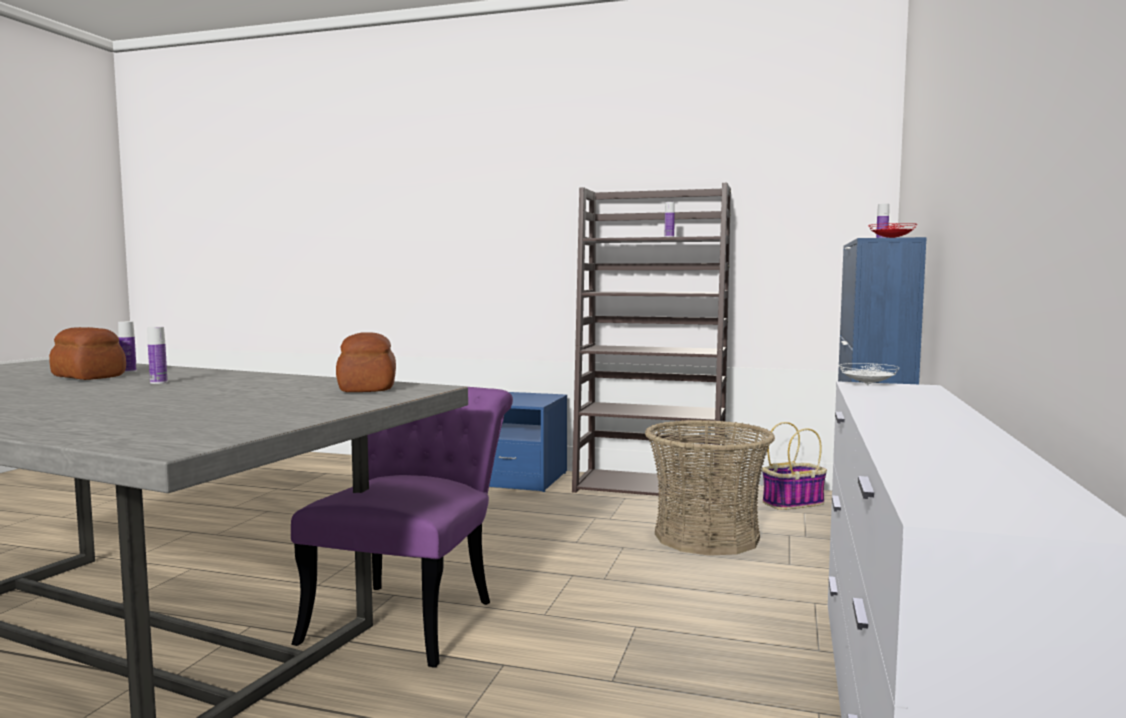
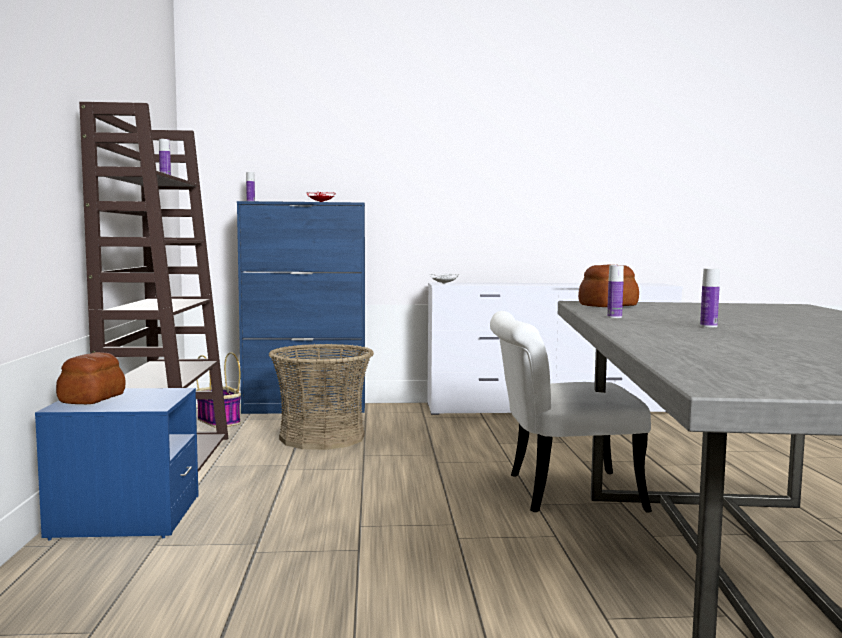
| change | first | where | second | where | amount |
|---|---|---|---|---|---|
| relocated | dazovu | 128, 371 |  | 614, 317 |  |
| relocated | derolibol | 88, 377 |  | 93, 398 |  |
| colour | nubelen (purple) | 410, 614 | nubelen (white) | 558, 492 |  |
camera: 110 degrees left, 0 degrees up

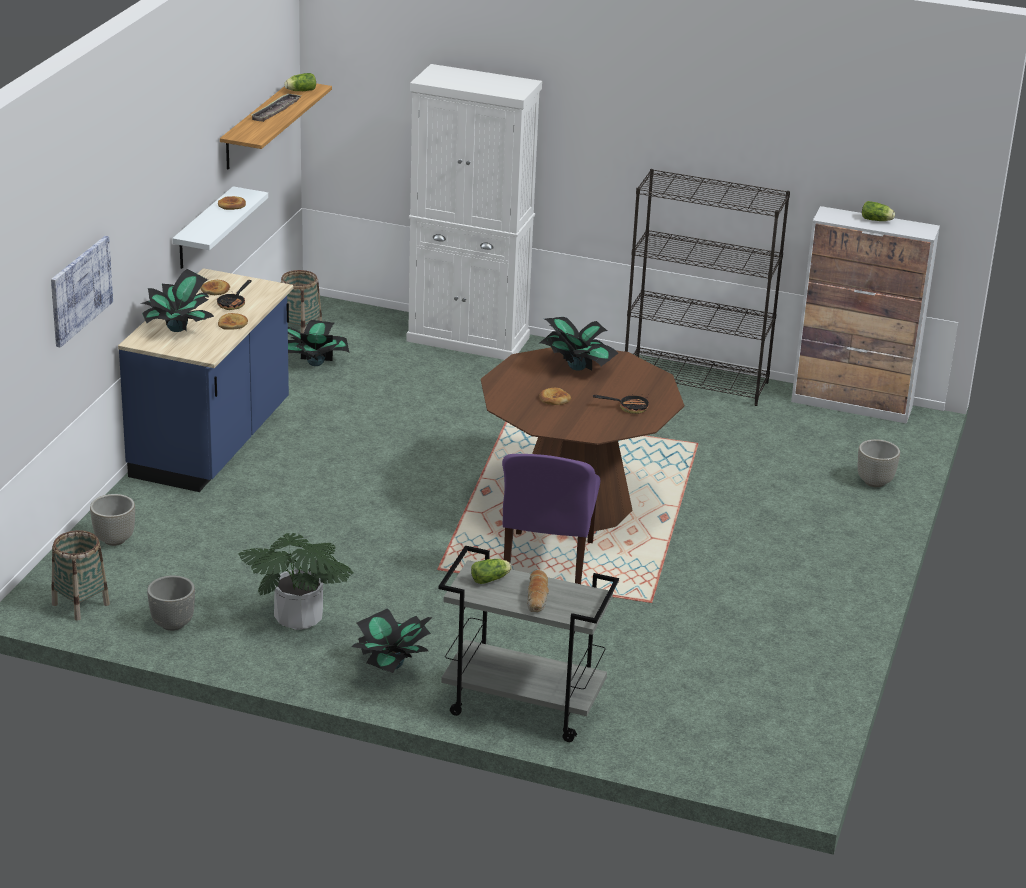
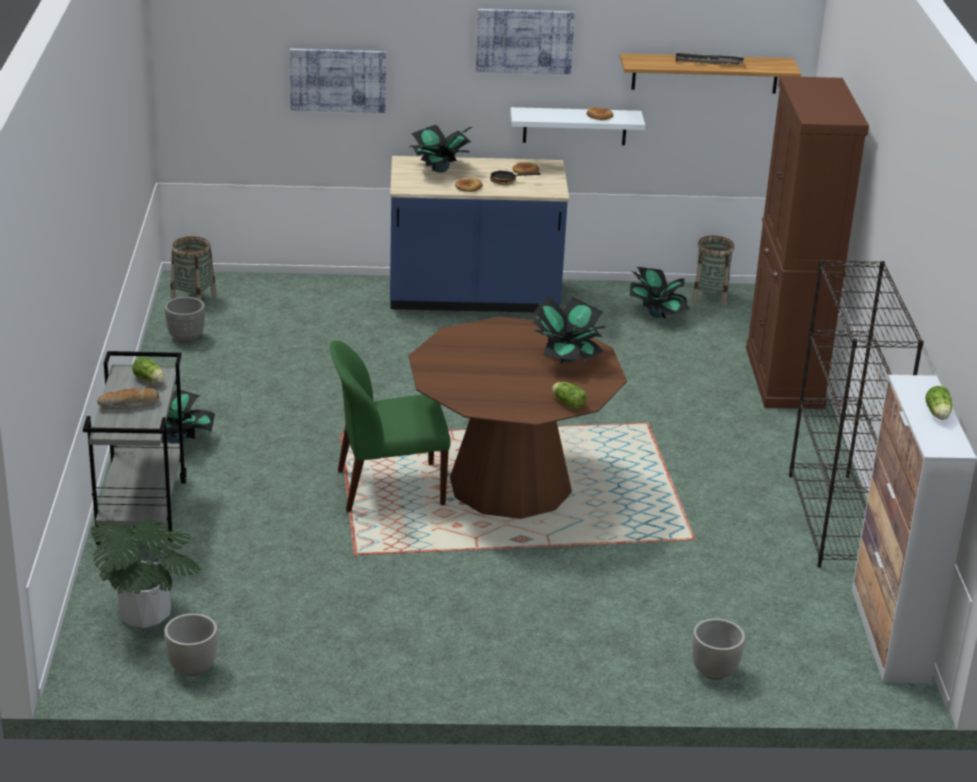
| change | first | where | second | where | amount |
|---|---|---|---|---|---|
| colour | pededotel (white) | 468, 339 | pededotel (brown) | 784, 378 |  |
| relocated | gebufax | 300, 91 |  | 567, 403 |  |
| missing | derolibol | 554, 399 |  |  |  |
| missing | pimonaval | 628, 407 |  |  |  |
| colour | nubelen (purple) | 547, 564 | nubelen (green) | 387, 487 |  |
| relocated | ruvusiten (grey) | 114, 540 |  | 192, 668 |  |
| relocated | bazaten | 298, 619 |  | 145, 615 |  |
| appeared |  |  | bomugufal | 524, 40 |  |
camera: 70 degrees right, 0 degrees up

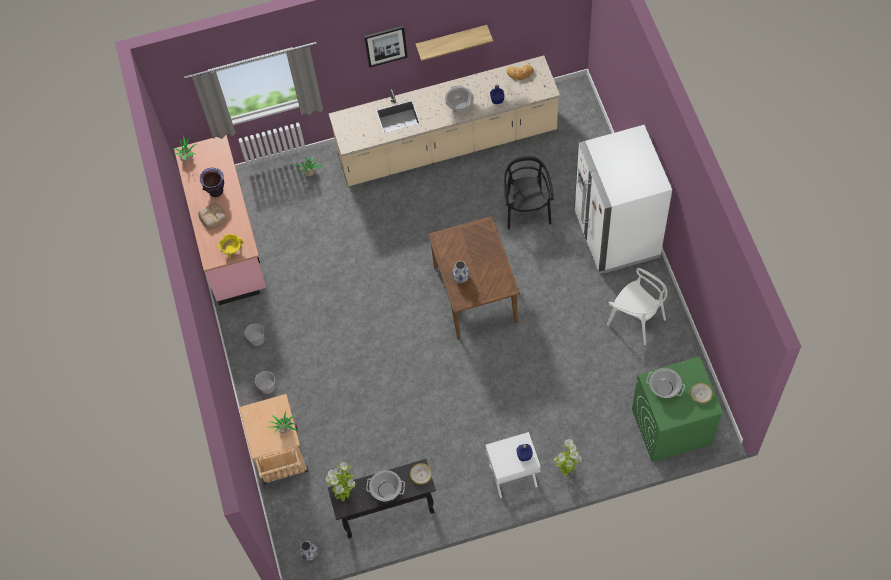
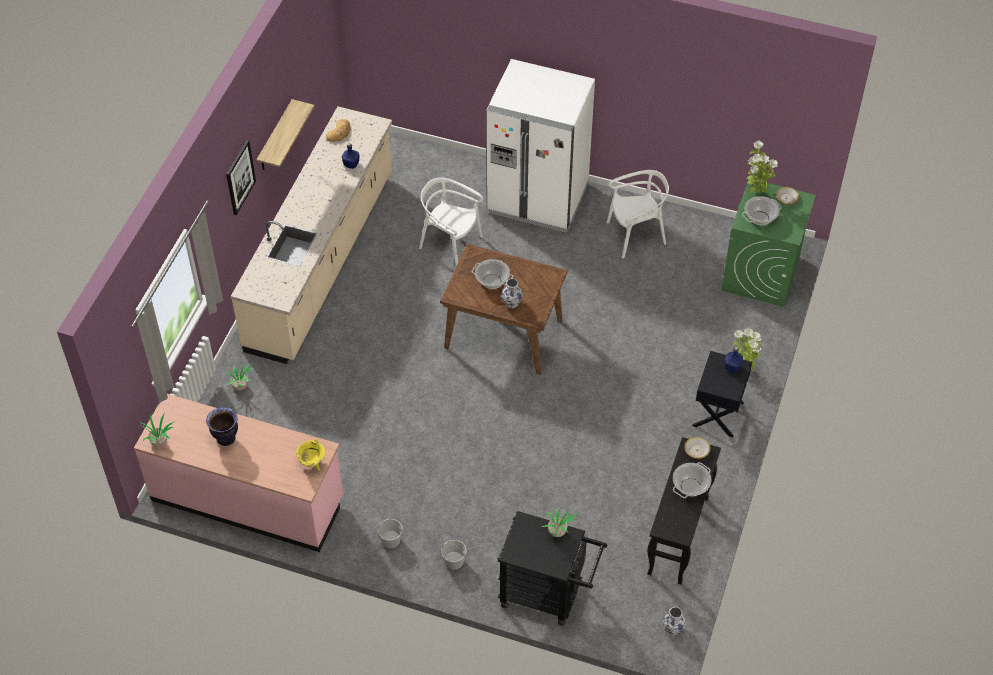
| change | first | where | second | where | amount |
|---|---|---|---|---|---|
| relocated | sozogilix | 459, 105 |  | 492, 281 |  |
| colour | nubelen (black) | 527, 209 | nubelen (white) | 450, 244 |  |
| missing | derolibol | 213, 217 |  |  |  |
| colour | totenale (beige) | 282, 460 | totenale (black) | 548, 594 |  |
| colour | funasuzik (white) | 513, 476 | funasuzik (black) | 718, 414 |  |
| relocated | bazaten | 344, 493 |  | 755, 192 |  |
camera: 60 degrees left, 10 degrees down

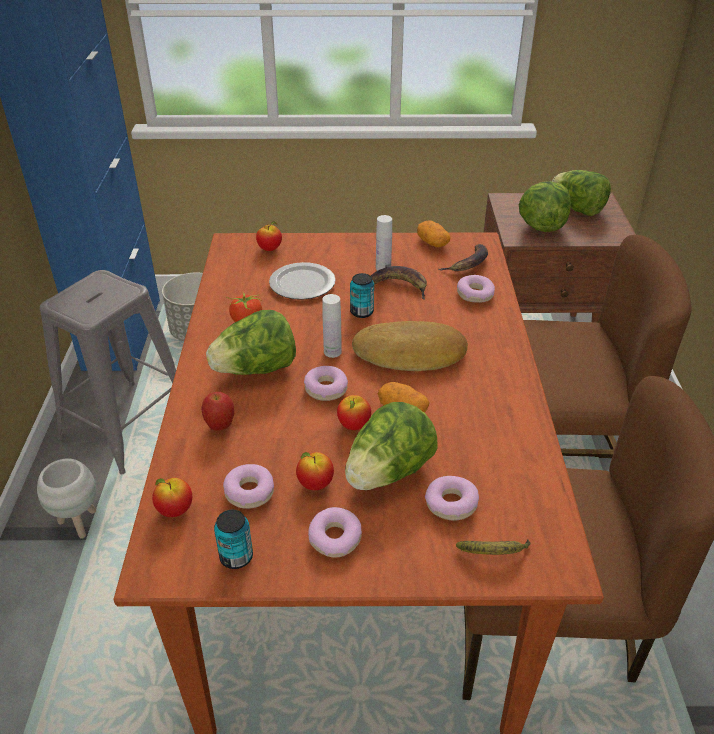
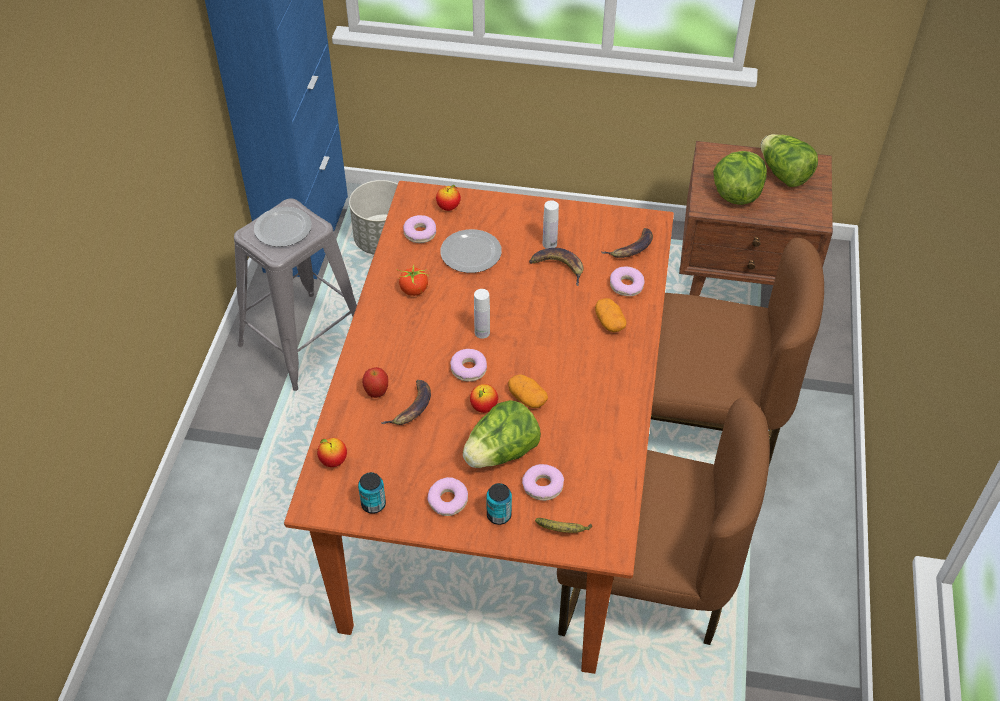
| change | first | where | second | where | amount |
|---|---|---|---|---|---|
| relocated | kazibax | 432, 243 |  | 609, 322 |  |
| relocated | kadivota | 362, 312 |  | 499, 515 |  |
| missing | gebufax | 256, 369 |  |  |  |
| missing | derolibol | 410, 354 |  |  |  |
| missing | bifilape | 315, 484 |  |  |  |
| missing | ruvusiten (white) | 79, 523 |  |  |  |
| relocated | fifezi | 249, 492 |  | 420, 233 |  |
| appeared |  |  | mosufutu | 282, 229 |  |
| appeared |  |  | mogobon | 411, 408 |  |
camera: 10 degrees right, 10 degrees up

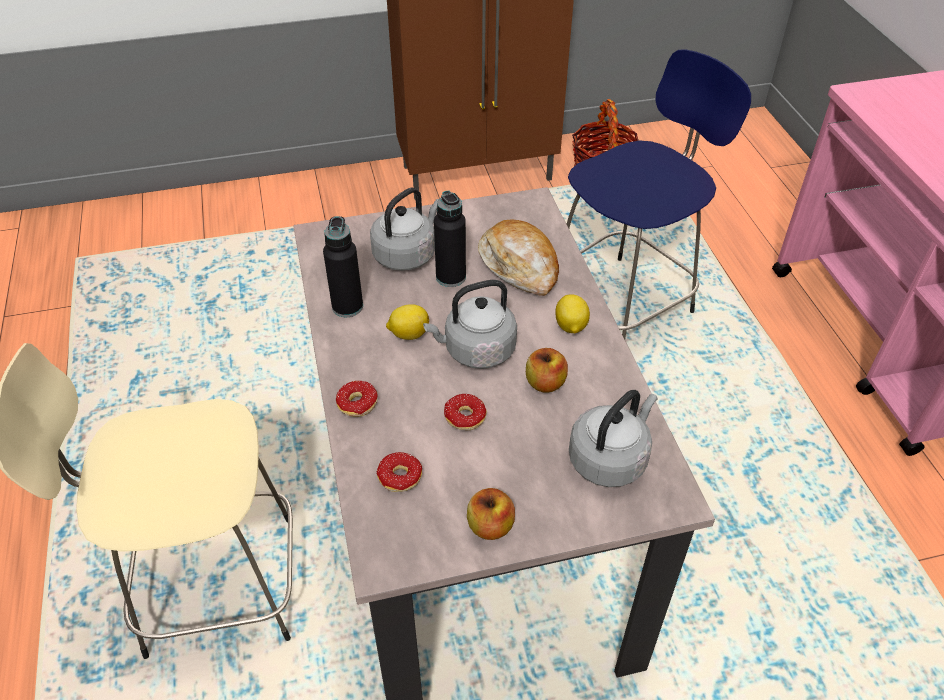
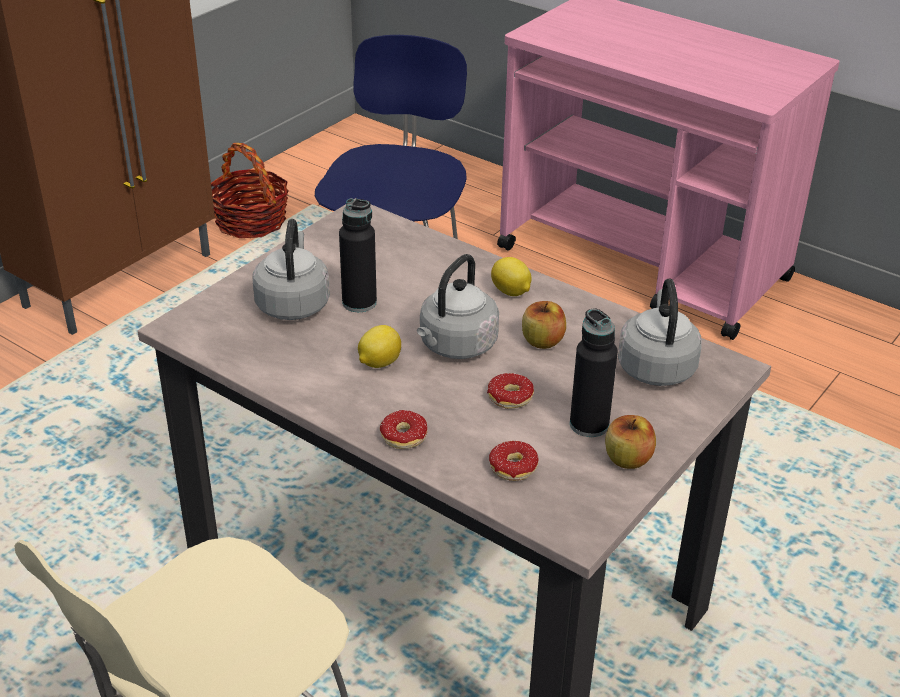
| change | first | where | second | where | amount |
|---|---|---|---|---|---|
| relocated | dazovu (black) | 347, 306 |  | 589, 424 |  |
| missing | derolibol | 520, 266 |  |  |  |
camera: 40 degrees left, 10 degrees down

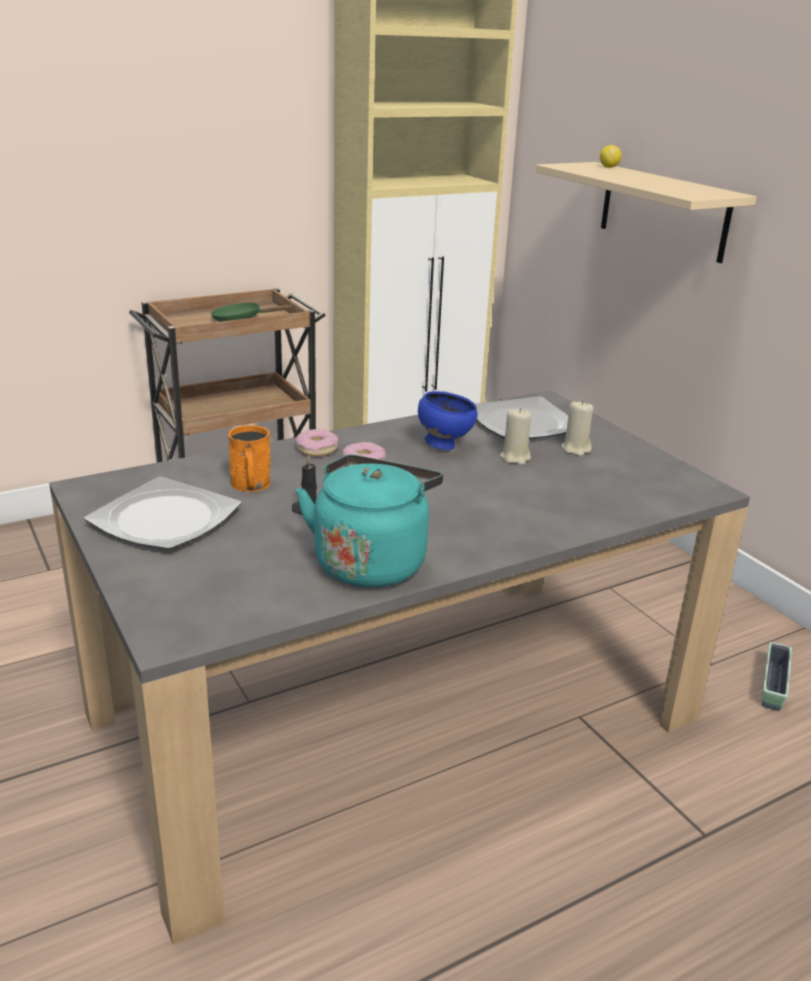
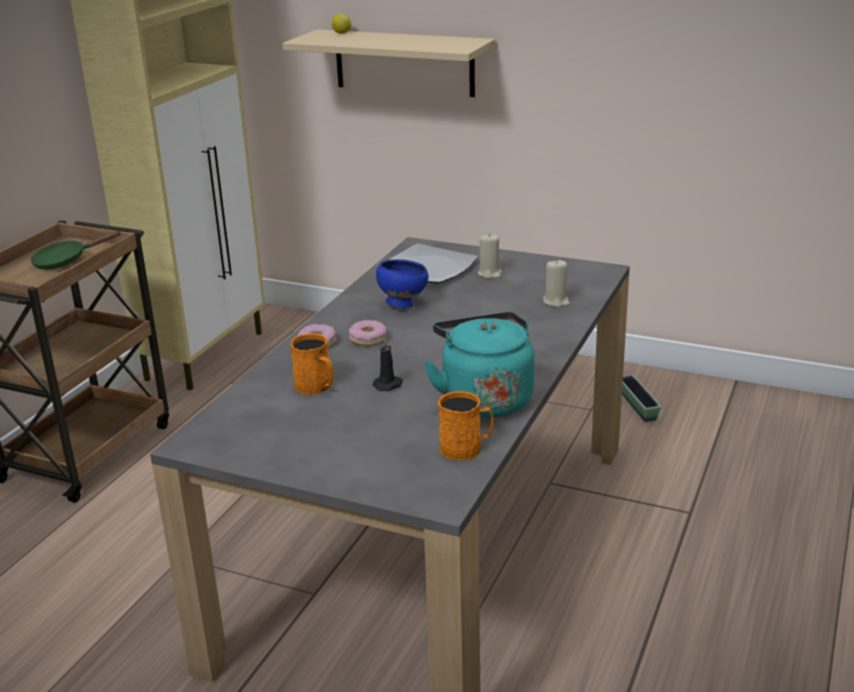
| change | first | where | second | where | amount |
|---|---|---|---|---|---|
| relocated | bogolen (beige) | 515, 457 |  | 556, 301 |  |
| missing | mosufutu | 165, 518 |  |  |  |
| appeared |  |  | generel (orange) | 466, 448 |  |
camera: 35 degrees left, 0 degrees up

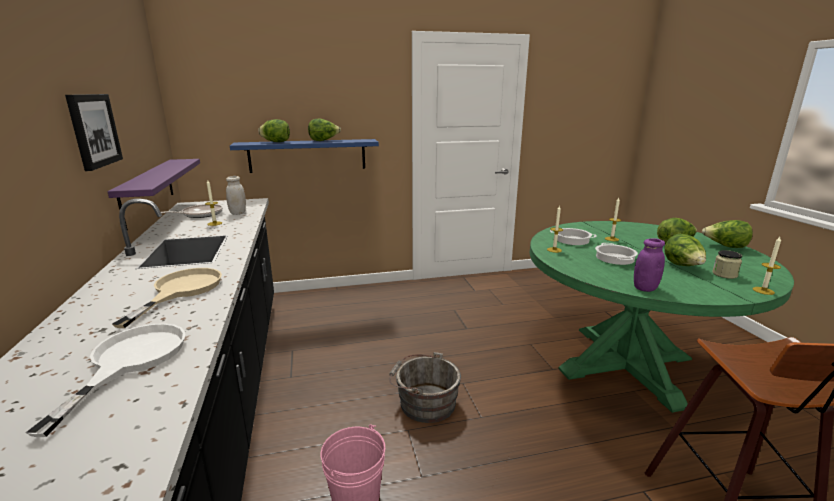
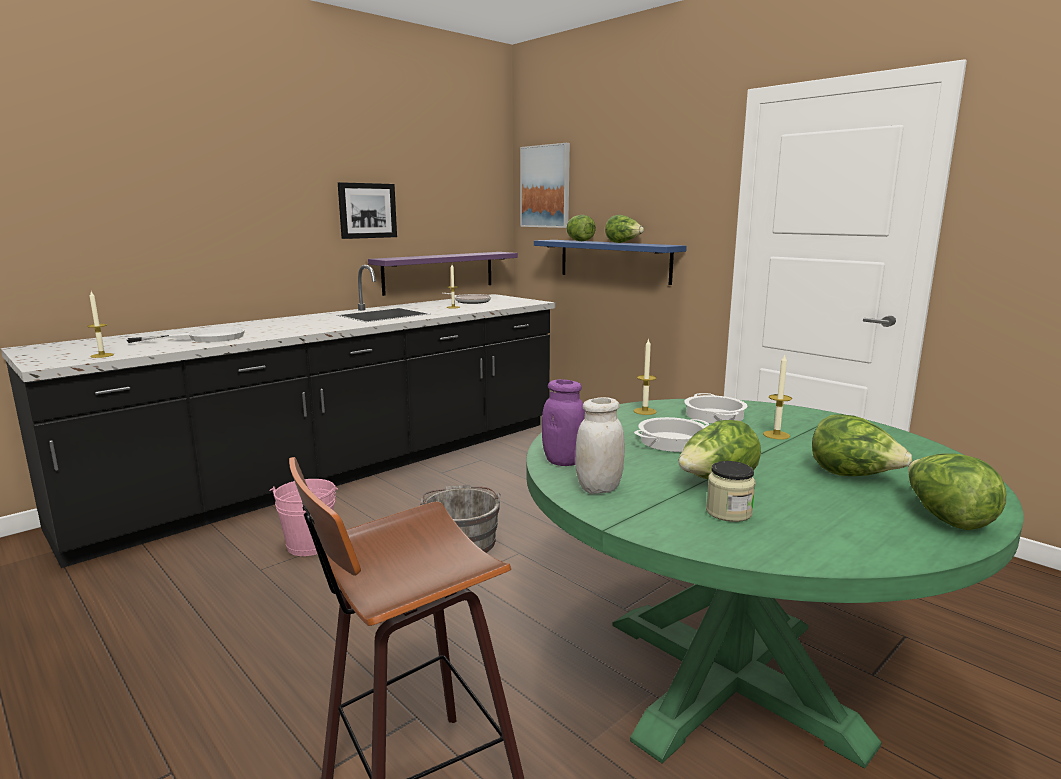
| change | first | where | second | where | amount |
|---|---|---|---|---|---|
| relocated | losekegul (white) | 238, 213 |  | 599, 488 |  |
| relocated | bogolen | 763, 291 |  | 102, 355 |  |
| missing | pimonaval (beige) | 181, 290 |  |  |  |
| appeared |  |  | bomugufal | 545, 186 |  |
camera: 60 degrees right, 5 degrees down

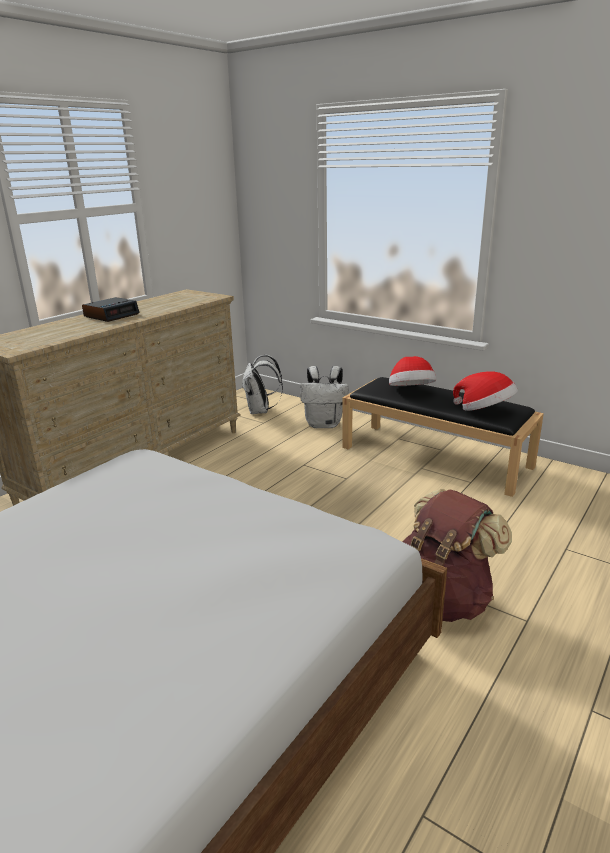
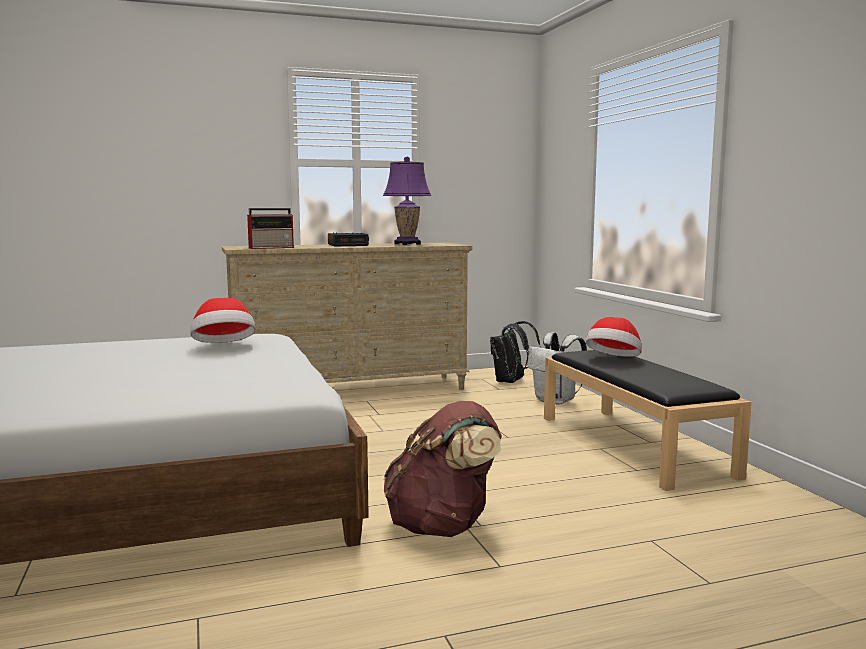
| change | first | where | second | where | amount |
|---|---|---|---|---|---|
| colour | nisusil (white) | 261, 411 | nisusil (black) | 511, 382 |  |
| relocated | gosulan | 484, 410 |  | 224, 347 |  |
| appeared |  |  | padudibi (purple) | 407, 244 |  |
| appeared |  |  | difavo | 272, 248 |  |
camera: 35 degrees right, 15 degrees down

